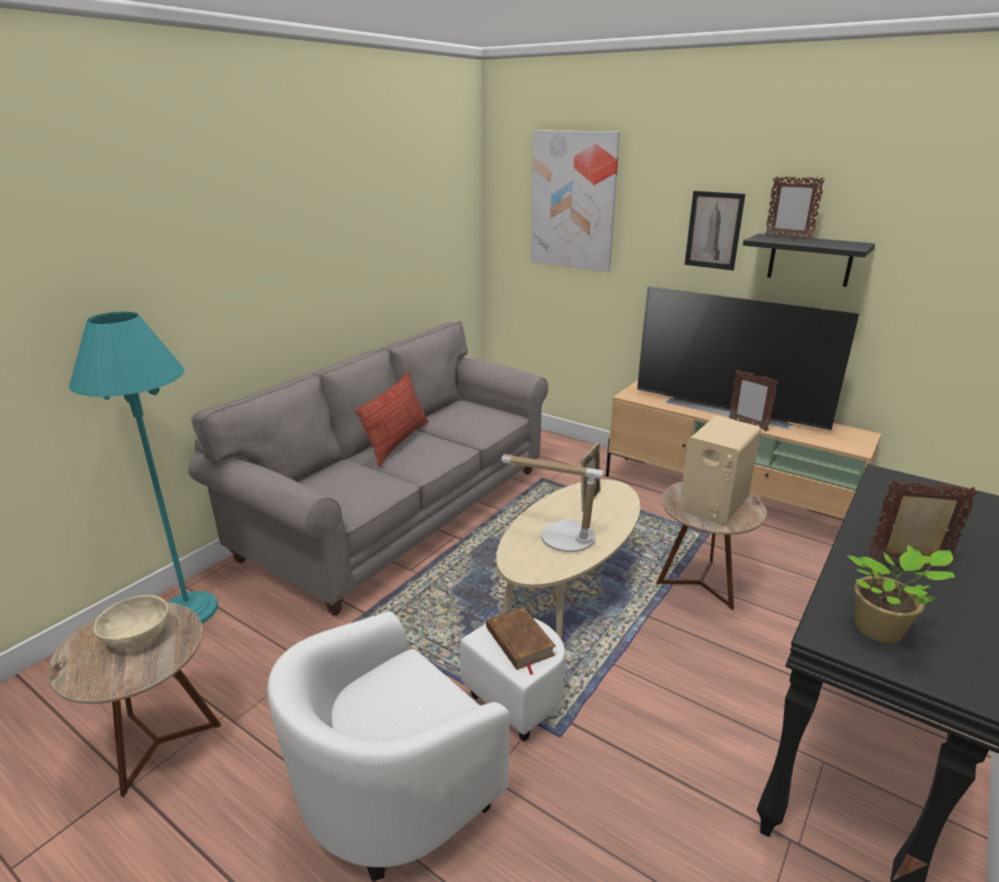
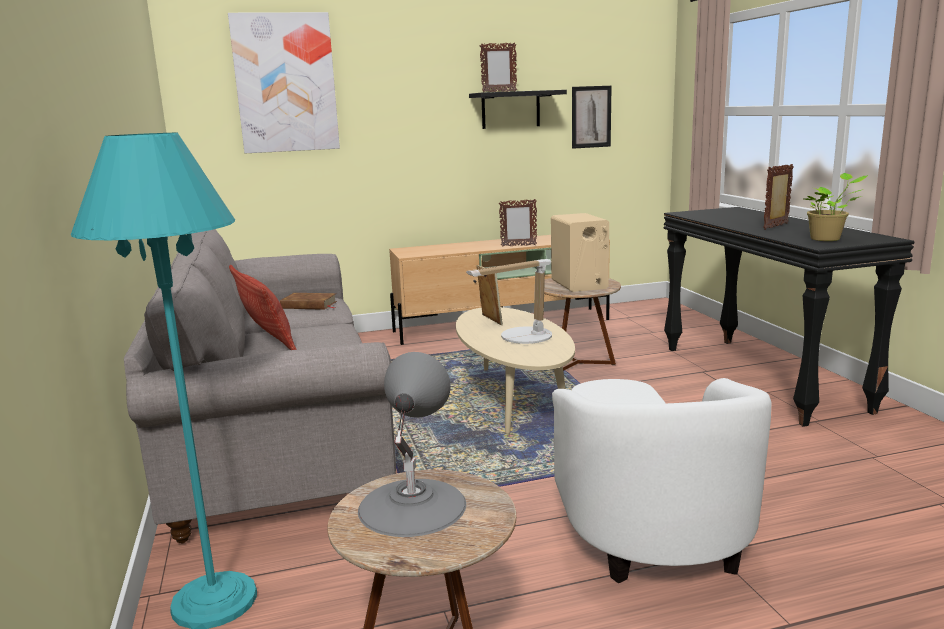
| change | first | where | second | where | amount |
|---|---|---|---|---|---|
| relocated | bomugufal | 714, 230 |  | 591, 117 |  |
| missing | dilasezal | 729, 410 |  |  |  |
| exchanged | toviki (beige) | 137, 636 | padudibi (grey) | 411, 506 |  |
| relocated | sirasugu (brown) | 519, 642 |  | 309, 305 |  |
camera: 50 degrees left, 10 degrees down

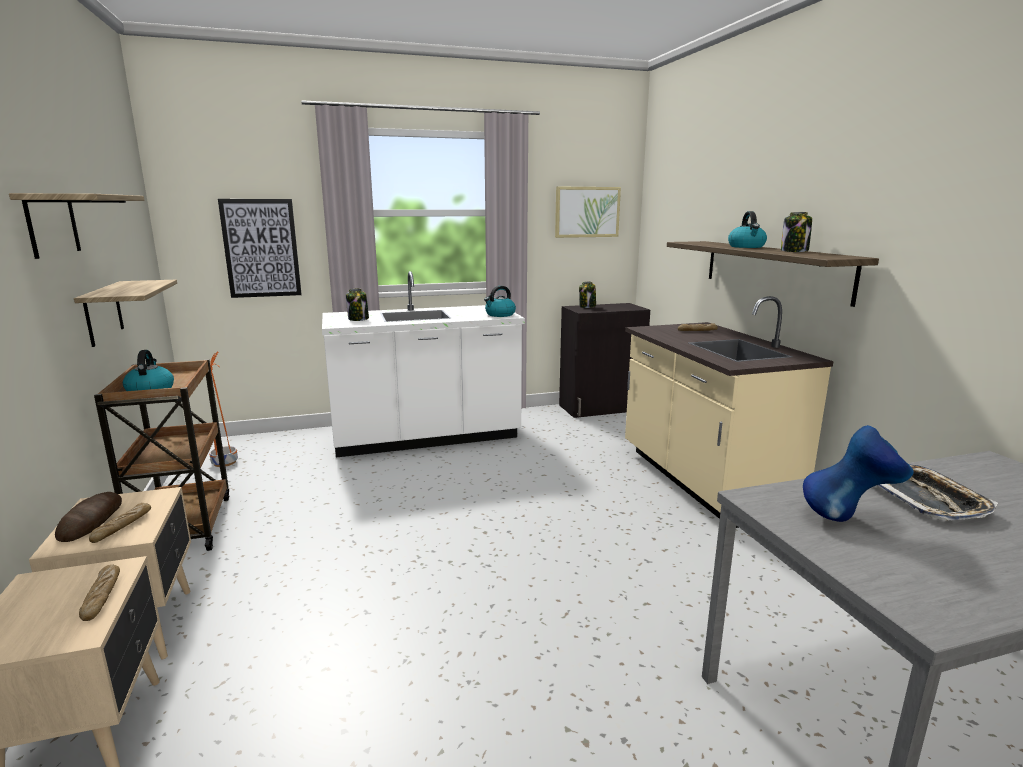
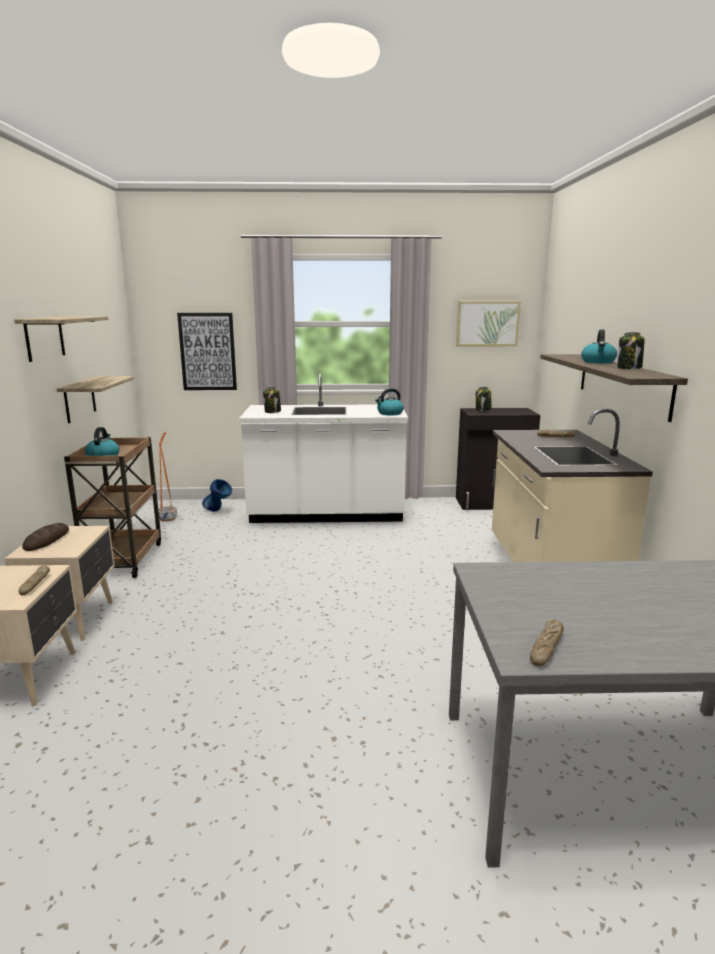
| change | first | where | second | where | amount |
|---|---|---|---|---|---|
| relocated | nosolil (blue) | 848, 519 |  | 218, 511 |  |
| missing | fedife | 925, 499 |  |  |  |
| relocated | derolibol | 122, 527 |  | 546, 648 |  |
camera: 15 degrees right, 0 degrees up

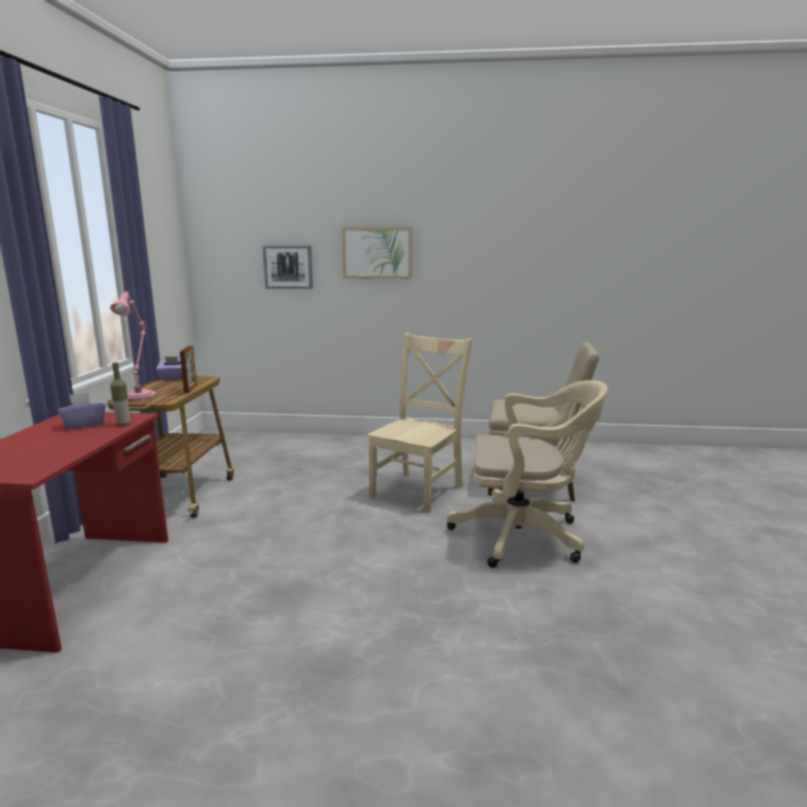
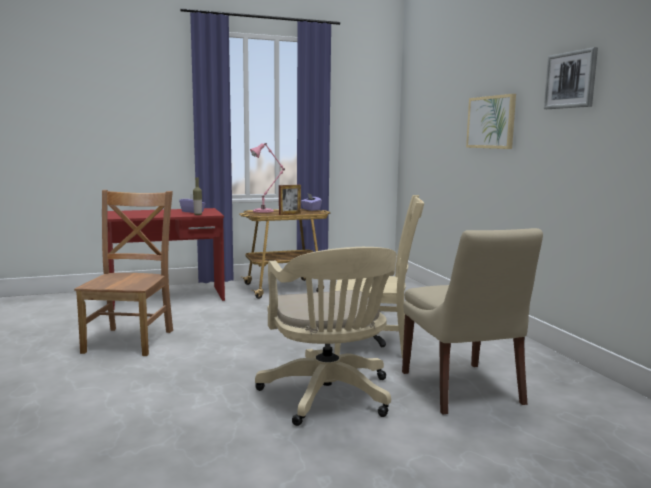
| change | first | where | second | where | amount |
|---|---|---|---|---|---|
| relocated | bomugufal | 288, 267 |  | 570, 80 |  |
| appeared |  |  | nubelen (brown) | 131, 340 |  |
camera: 65 degrees right, 5 degrees down

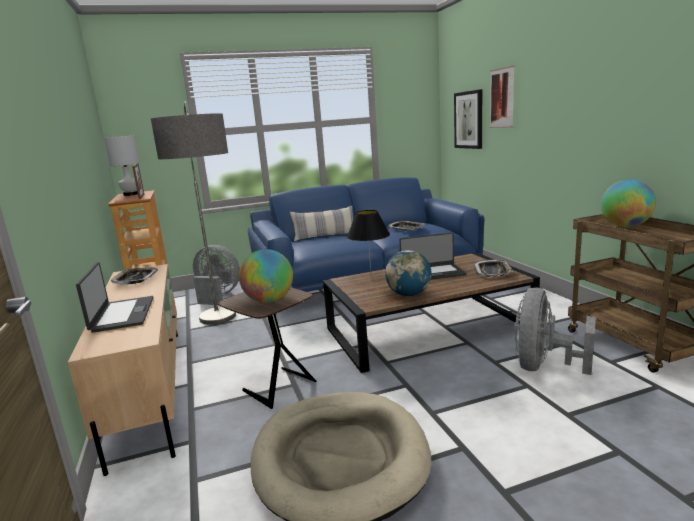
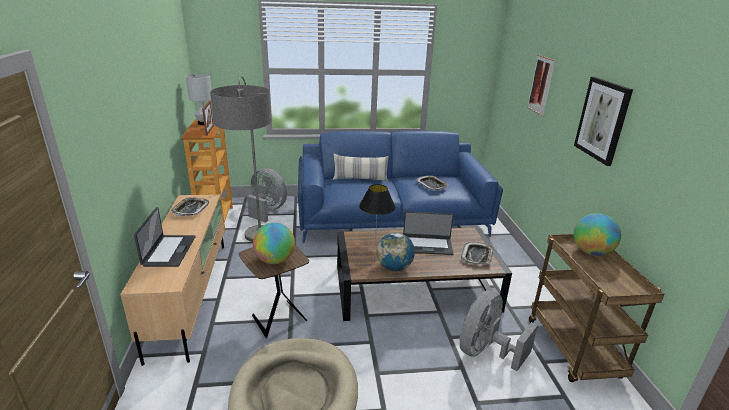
| change | first | where | second | where | amount |
|---|---|---|---|---|---|
| relocated | bomugufal | 469, 120 |  | 602, 120 |  |
camera: 10 degrees right, 10 degrees up

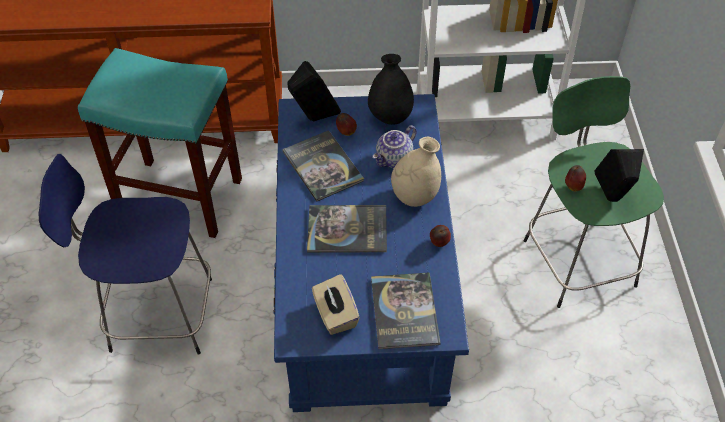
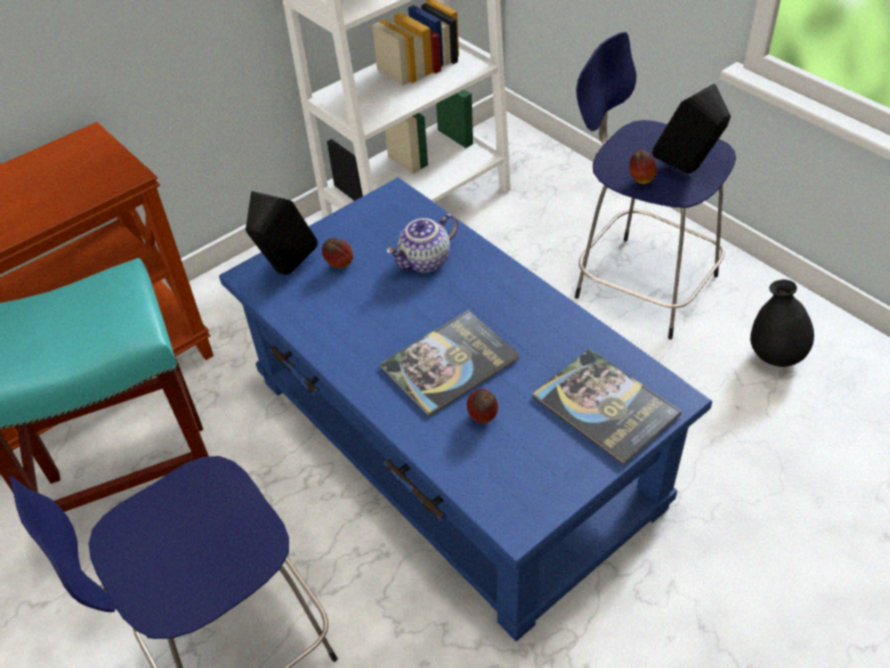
| change | first | where | second | where | amount |
|---|---|---|---|---|---|
| relocated | nosolil (black) | 390, 116 |  | 775, 357 |  |
| colour | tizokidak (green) | 577, 259 | tizokidak (blue) | 641, 284 |  |
| spun | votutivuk | 394, 160 |  | 425, 262 | 45 degrees clockwise |
| missing | sirasugu | 322, 166 |  |  |  |
| missing | nosolil (beige) | 415, 196 |  |  |  |
| relocated | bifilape | 439, 243 |  | 483, 418 |  |
| missing | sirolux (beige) | 335, 315 |  |  |  |
camera: 35 degrees left, 5 degrees down

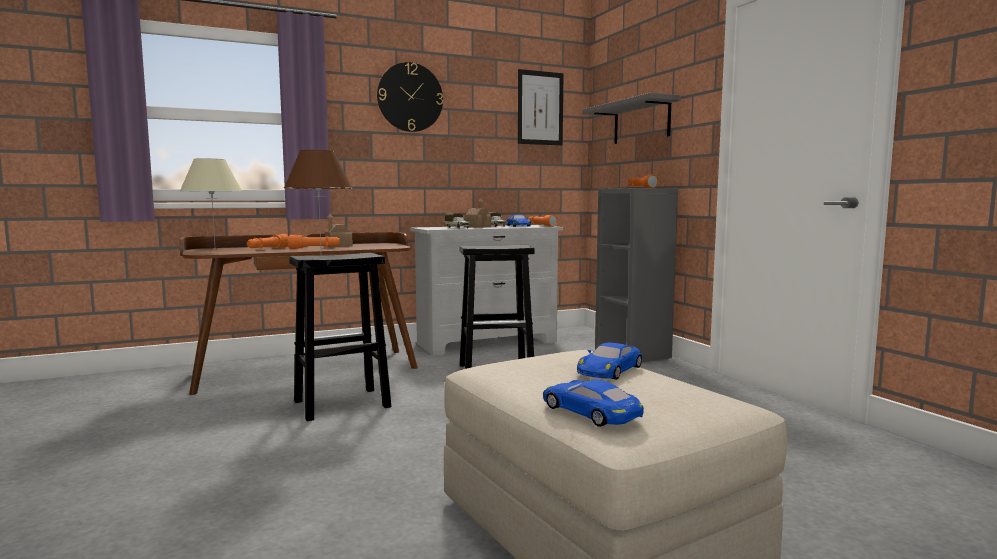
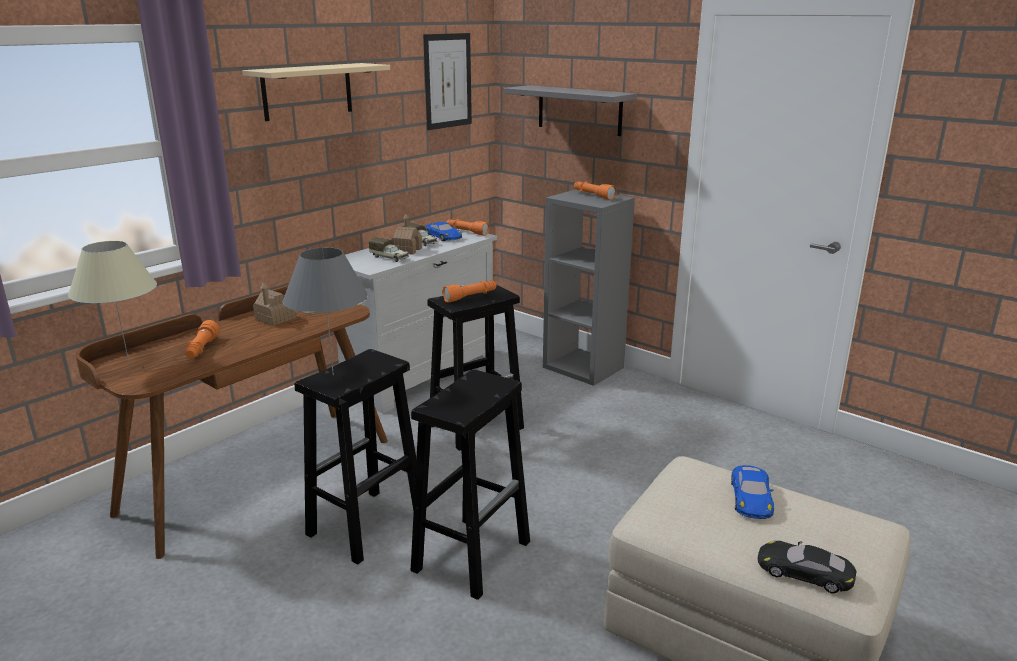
| change | first | where | second | where | amount |
|---|---|---|---|---|---|
| exchanged | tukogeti | 410, 97 | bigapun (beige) | 307, 91 |  |
| colour | padudibi (brown) | 320, 256 | padudibi (grey) | 332, 375 |  |
| relocated | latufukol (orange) | 314, 248 |  | 470, 297 |  |
| colour | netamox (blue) | 590, 411 | netamox (black) | 804, 572 |  |
| appeared |  |  | tizokidak (black) | 472, 555 |  |
camera: 25 degrees left, 15 degrees up

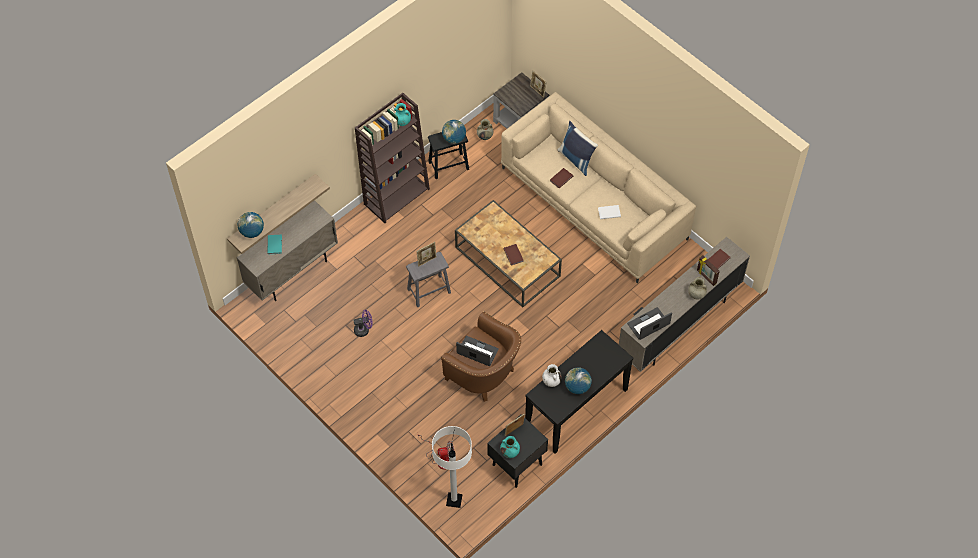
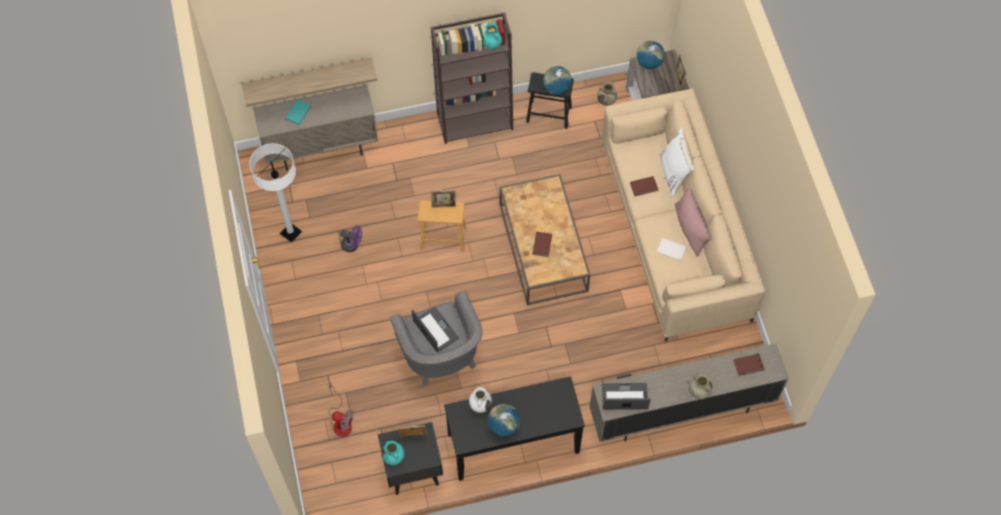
| change | first | where | second | where | amount |
|---|---|---|---|---|---|
| colour | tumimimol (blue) | 576, 159 | tumimimol (white) | 674, 173 |  |
| relocated | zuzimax | 252, 232 |  | 649, 63 |  |
| colour | tizokidak (grey) | 429, 290 | tizokidak (brown) | 443, 237 |  |
| missing | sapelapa | 706, 277 |  |  |  |
| colour | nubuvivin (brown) | 484, 375 | nubuvivin (grey) | 441, 356 |  |
| relocated | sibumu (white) | 454, 500 |  | 291, 233 |  |
| appeared |  |  | tumimimol (pink) | 690, 229 |  |
camera: 30 degrees right, 5 degrees up

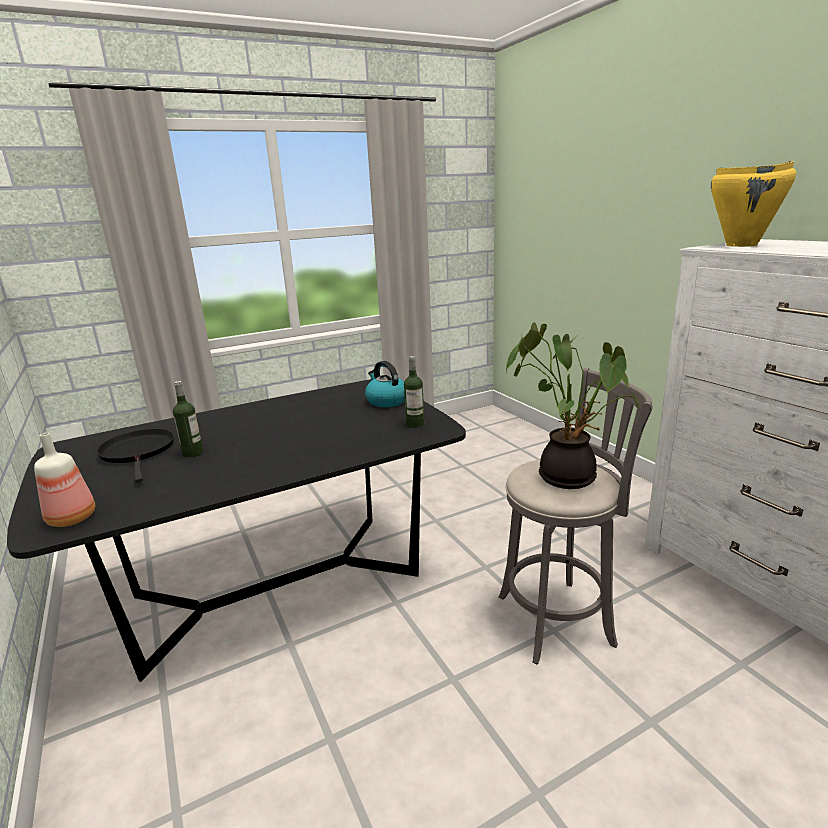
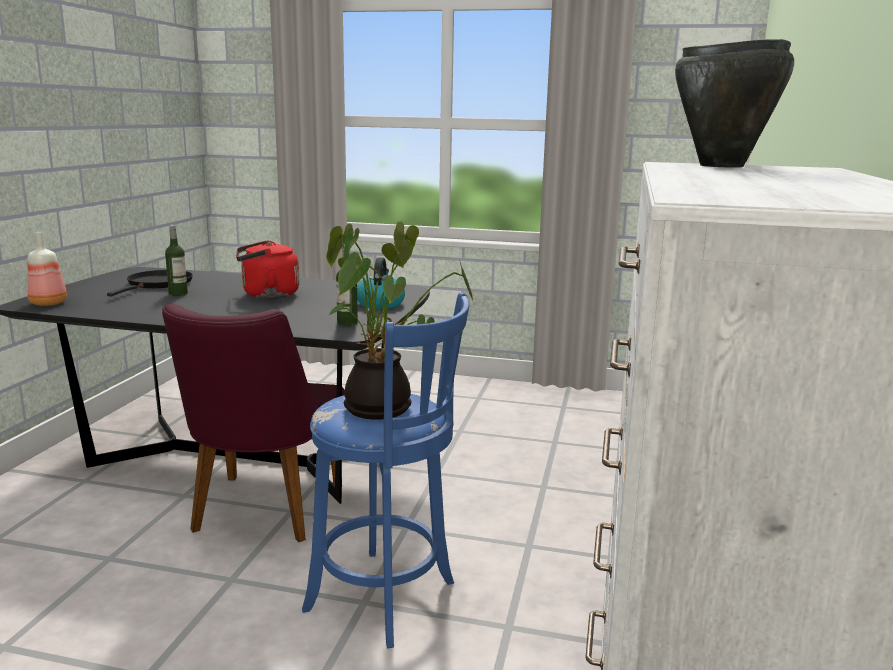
| change | first | where | second | where | amount |
|---|---|---|---|---|---|
| colour | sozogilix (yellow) | 742, 245 | sozogilix (black) | 721, 166 |  |
| colour | tizokidak (grey) | 560, 618 | tizokidak (blue) | 387, 599 |  |
| appeared |  |  | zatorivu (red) | 267, 295 |  |
| appeared |  |  | nubelen (purple) | 261, 514 |  |
camera: 40 degrees right, 5 degrees down

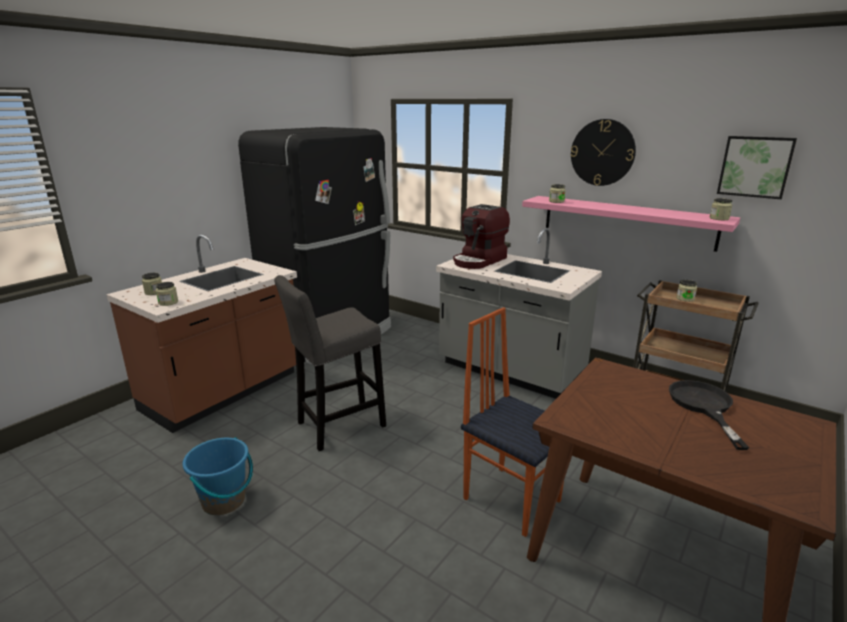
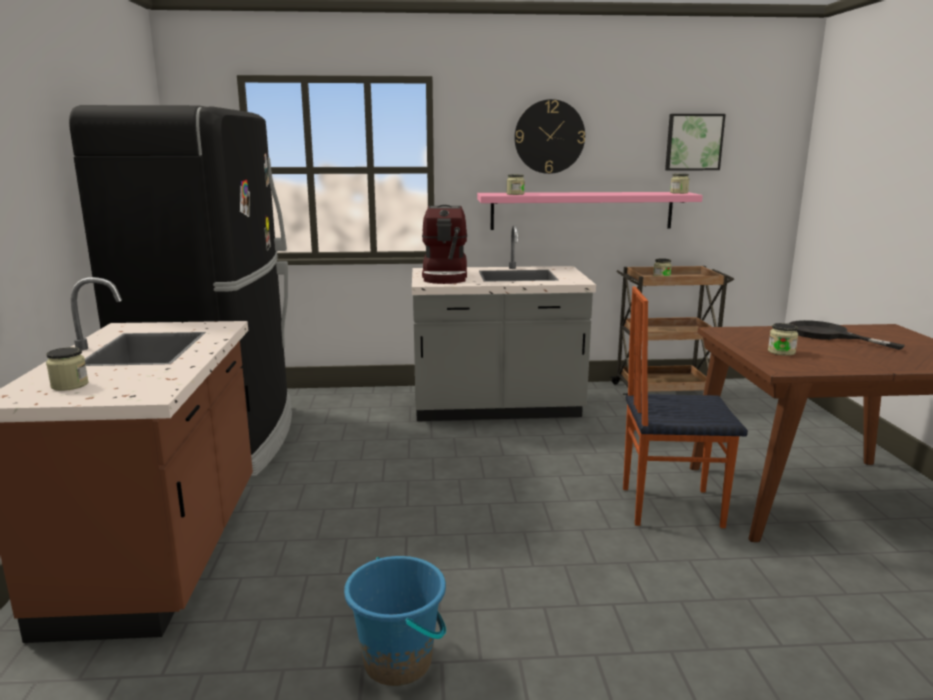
| change | first | where | second | where | amount |
|---|---|---|---|---|---|
| missing | tizokidak (grey) | 337, 426 |  |  |  |
| relocated | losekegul | 168, 302 |  | 781, 352 |  |
camera: 40 degrees left, 5 degrees down

